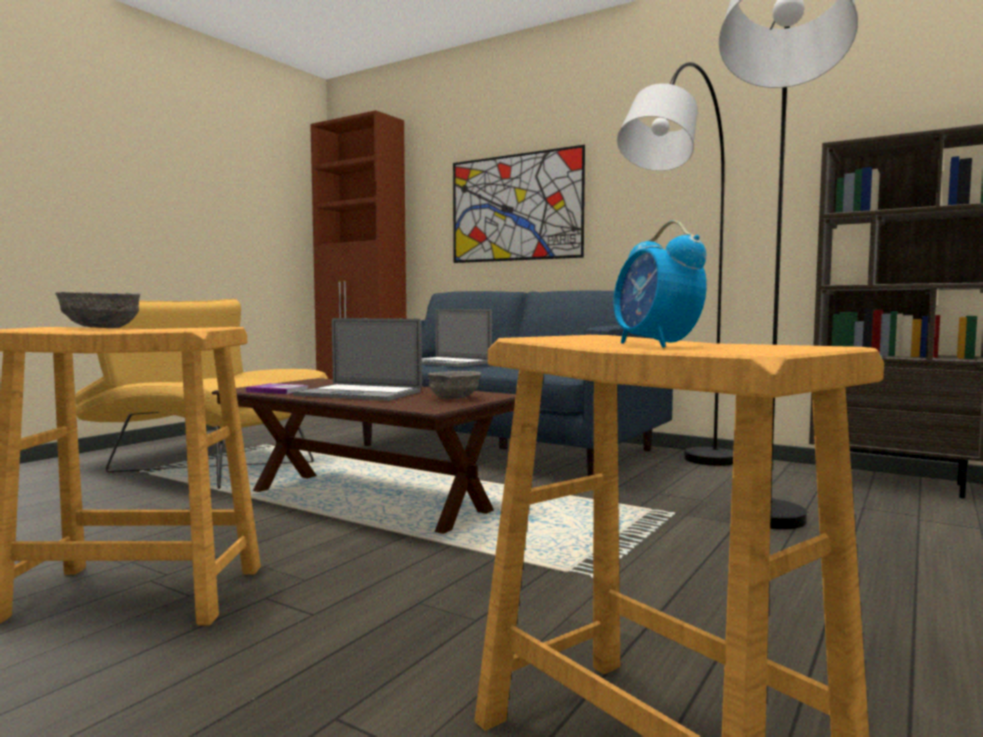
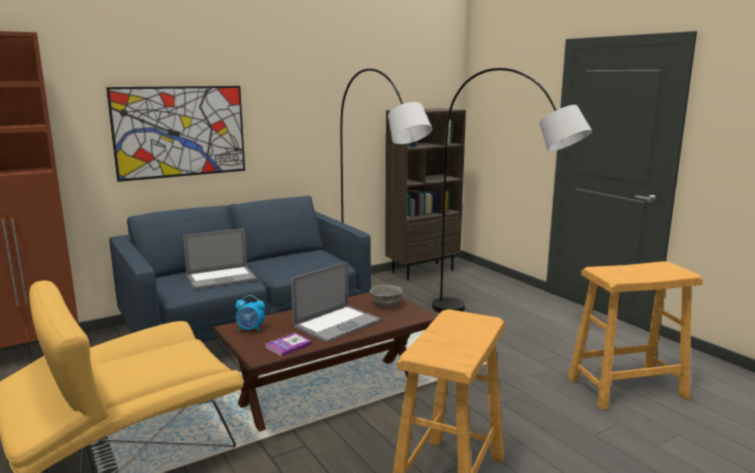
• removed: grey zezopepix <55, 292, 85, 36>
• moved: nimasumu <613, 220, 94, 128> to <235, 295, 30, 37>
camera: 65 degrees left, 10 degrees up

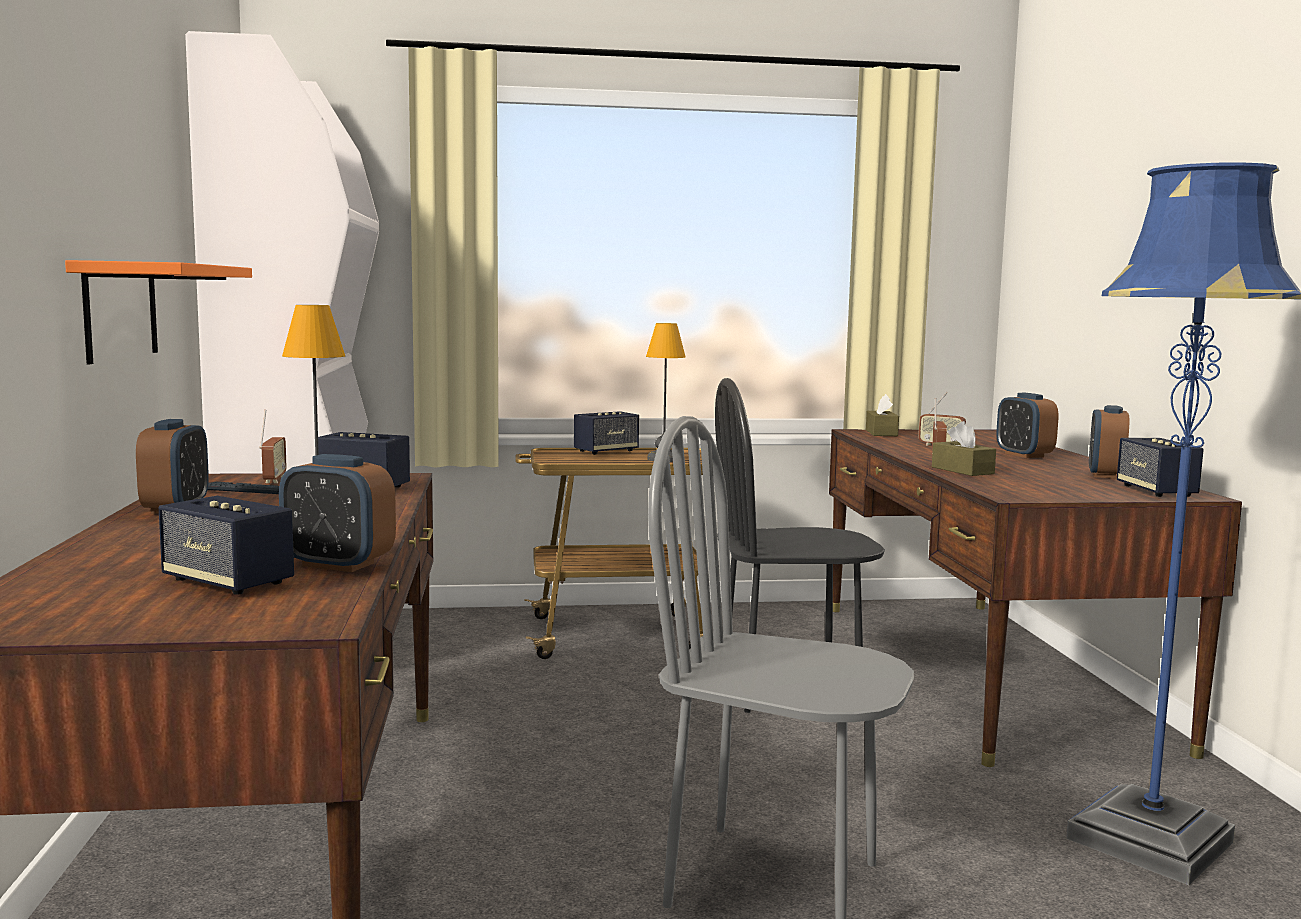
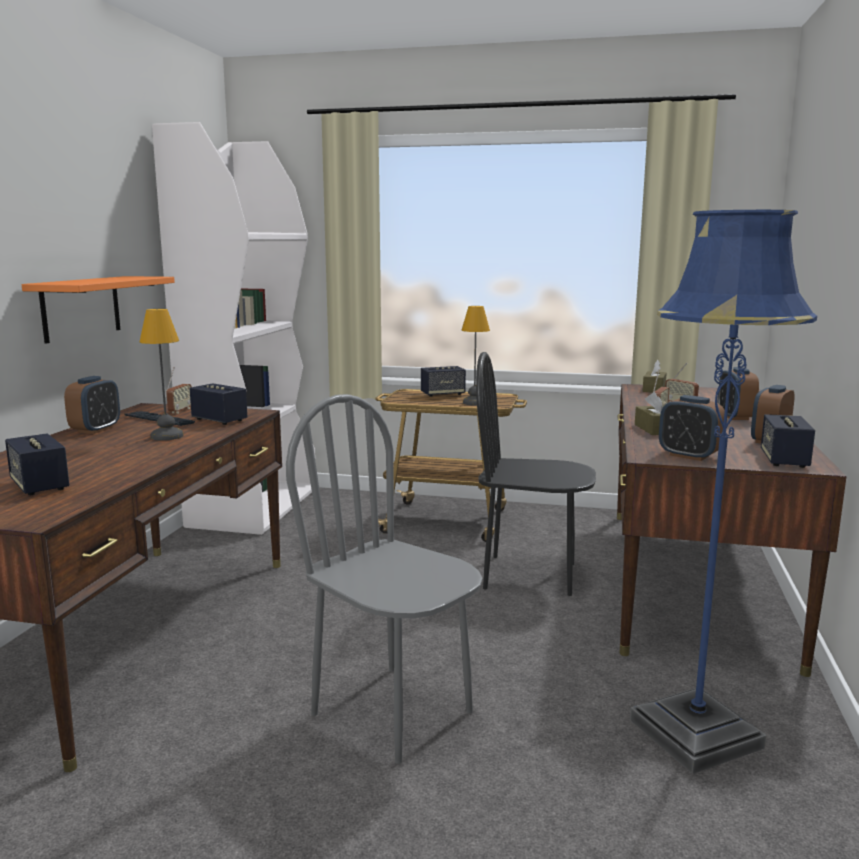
• moved: nimasumu <279, 454, 117, 118> to <659, 395, 66, 66>
camera: 20 degrees right, 5 degrees up

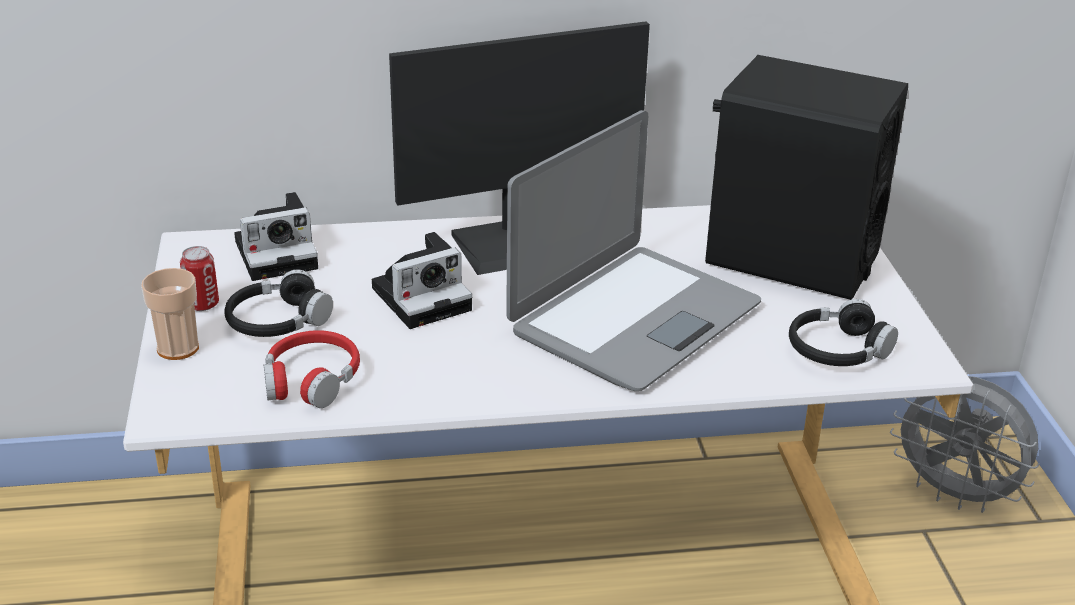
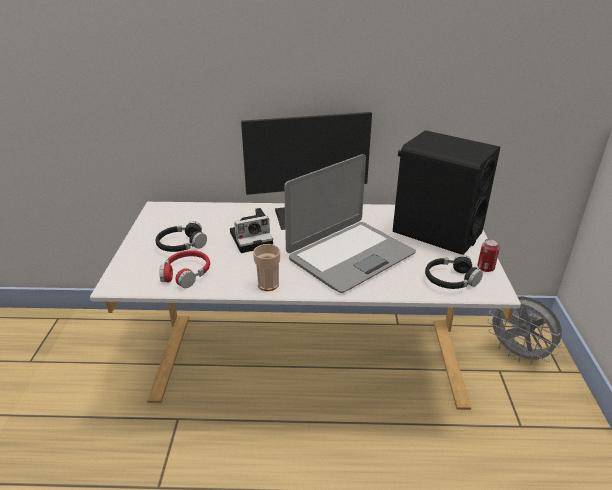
• moved: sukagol <141, 268, 58, 92> to <253, 244, 27, 47>
• moved: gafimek <180, 246, 39, 65> to <477, 239, 23, 33>
• removed: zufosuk <234, 192, 84, 89>
camera: 10 degrees right, 0 degrees up

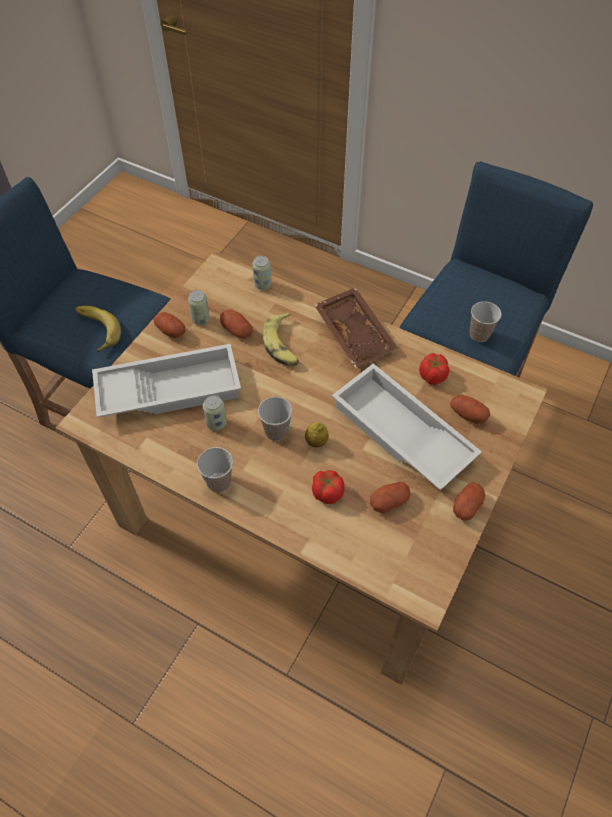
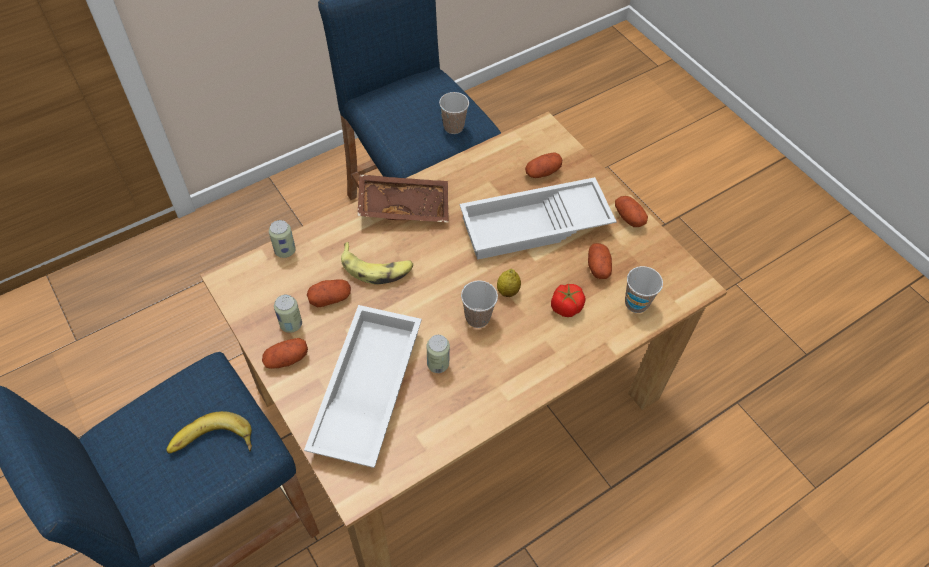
• moved: sukagol <197, 447, 36, 45> to <625, 266, 38, 47>
• removed: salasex <419, 353, 31, 32>
camera: 65 degrees left, 0 degrees up

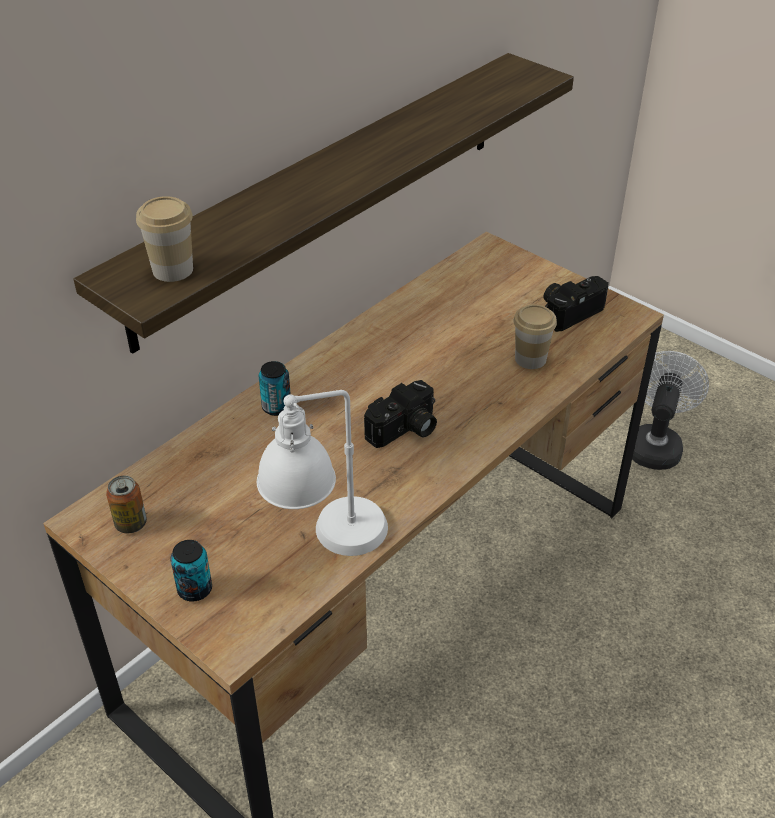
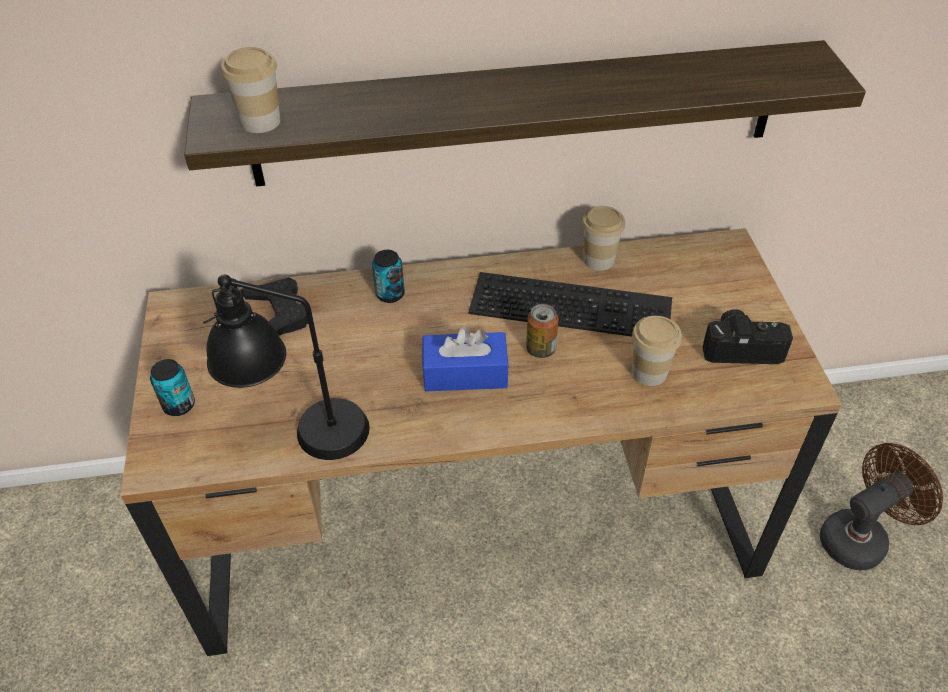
• moved: gafimek <106, 476, 41, 57> to <526, 304, 33, 54>
• recoloured: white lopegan <257, 390, 131, 166> to black lopegan <203, 274, 167, 186>
• replaced: zufosuk <364, 380, 73, 68> to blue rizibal <422, 327, 87, 64>
• recoloured: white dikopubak <632, 351, 77, 119> to brown dikopubak <820, 443, 123, 127>
• added: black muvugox <241, 277, 67, 59>
• added: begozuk <468, 272, 204, 65>
• added: sukagol <582, 206, 43, 65>
camera: 40 degrees right, 5 degrees up

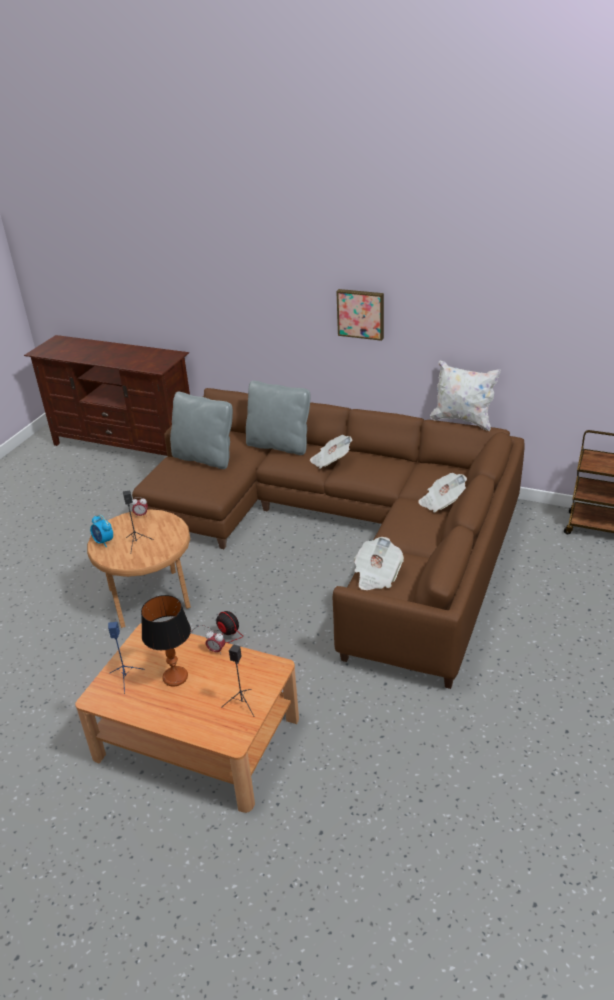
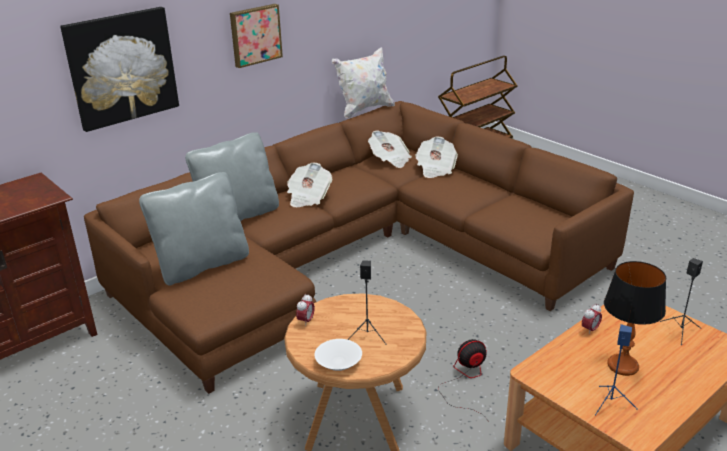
• replaced: nimasumu <90, 515, 23, 32> to white zezopepix <314, 339, 48, 32>
• moved: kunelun <354, 537, 50, 53> to <368, 130, 44, 38>
• added: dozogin <60, 7, 119, 125>
camera: 65 degrees left, 5 degrees down

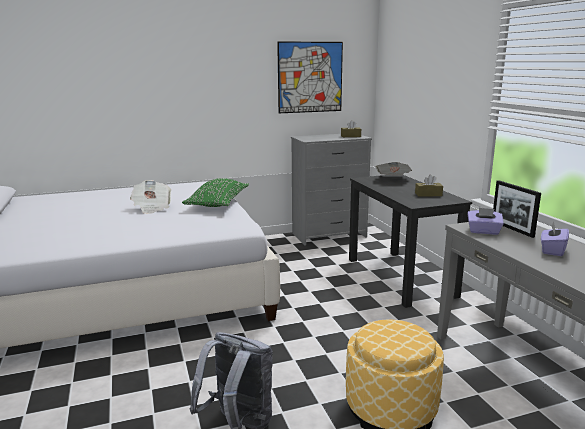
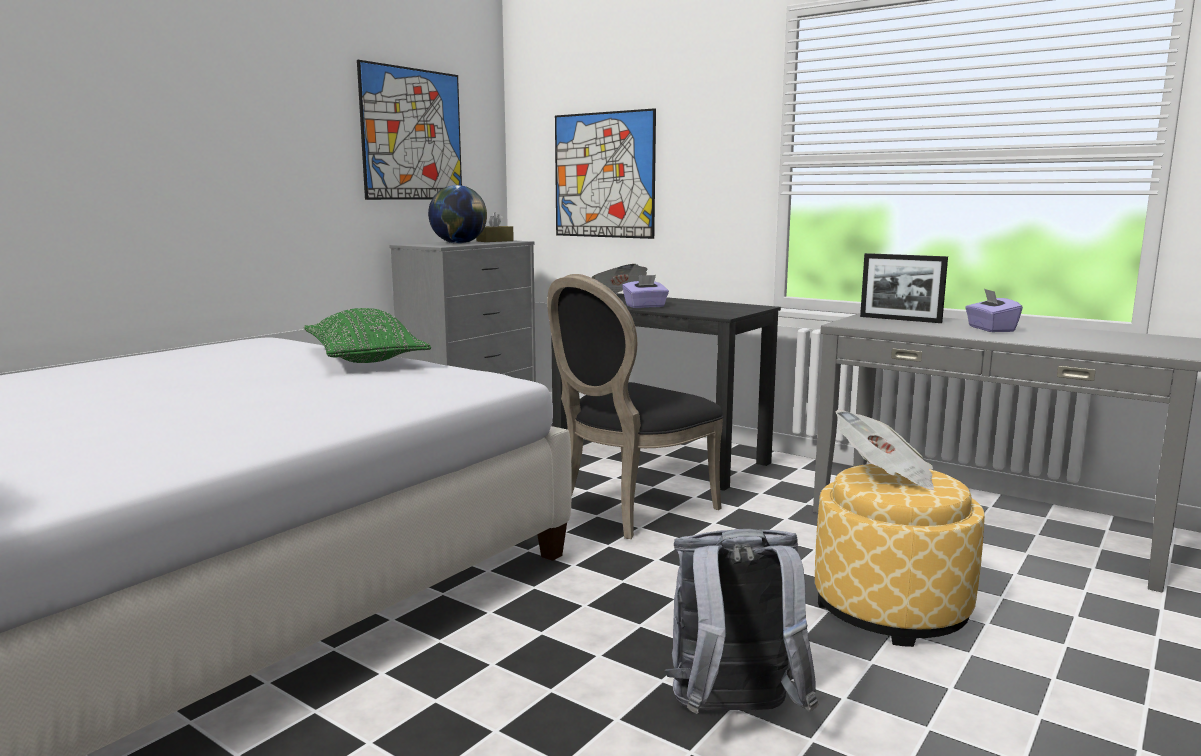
• moved: kunelun <130, 180, 41, 34> to <835, 410, 99, 80>
• removed: brown rizibal <415, 175, 28, 21>
• moved: purple rizibal <467, 208, 37, 27> to <622, 275, 47, 33>
• added: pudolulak <428, 185, 59, 59>
• added: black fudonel <547, 274, 176, 265>
• added: dozogin <555, 108, 101, 131>
camera: 35 degrees left, 5 degrees down

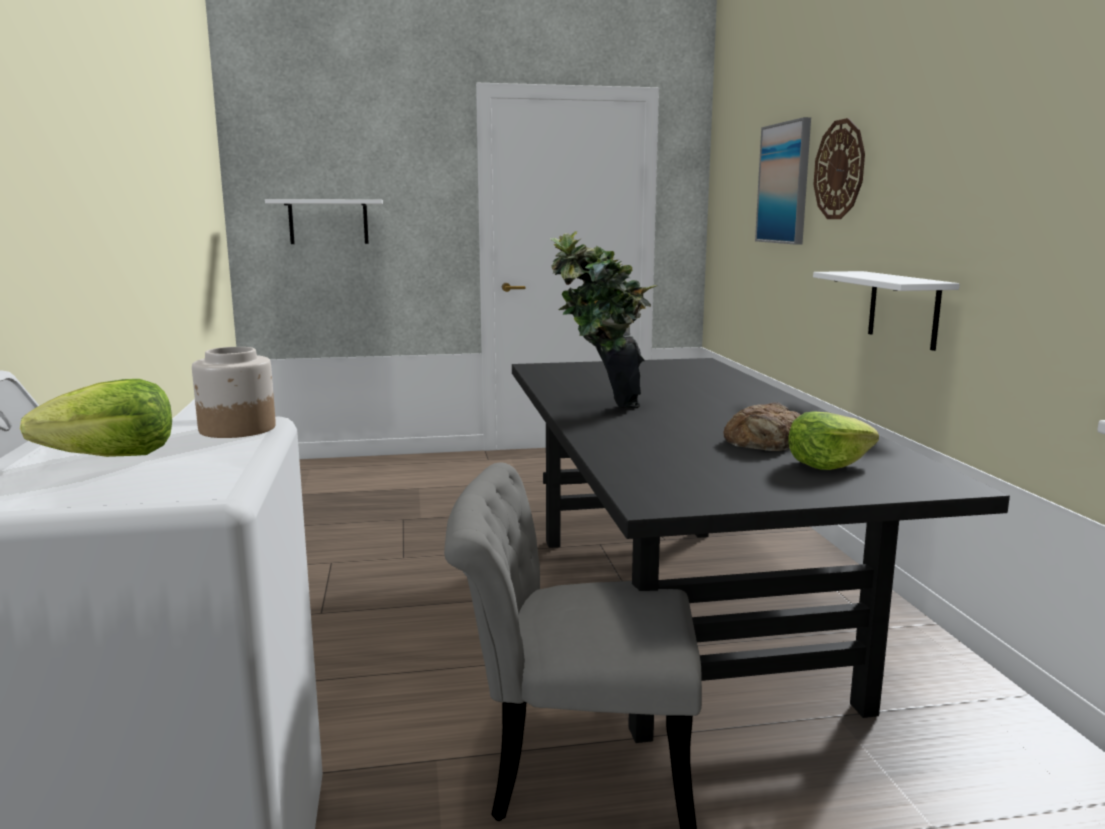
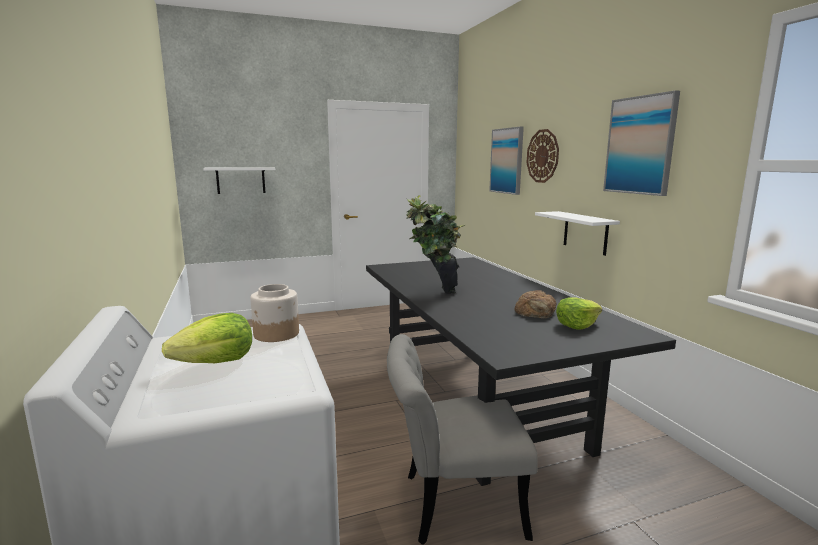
• added: dozogin <603, 90, 77, 106>
camera: 10 degrees left, 0 degrees up

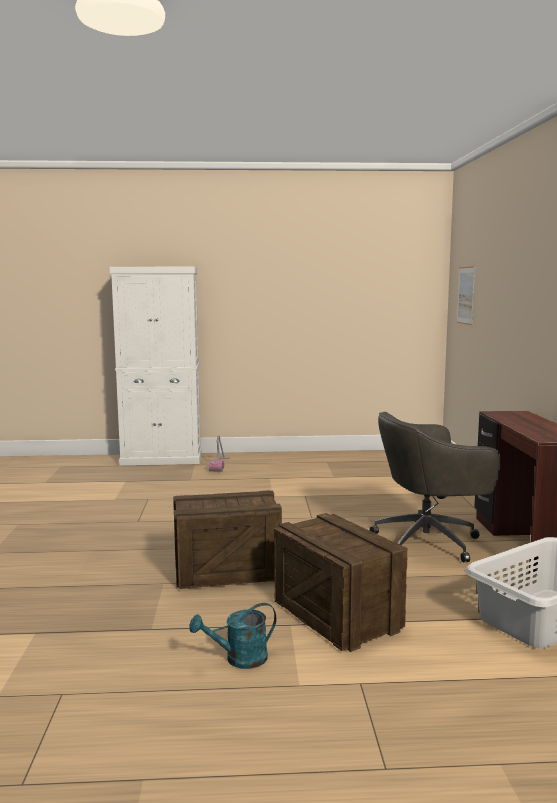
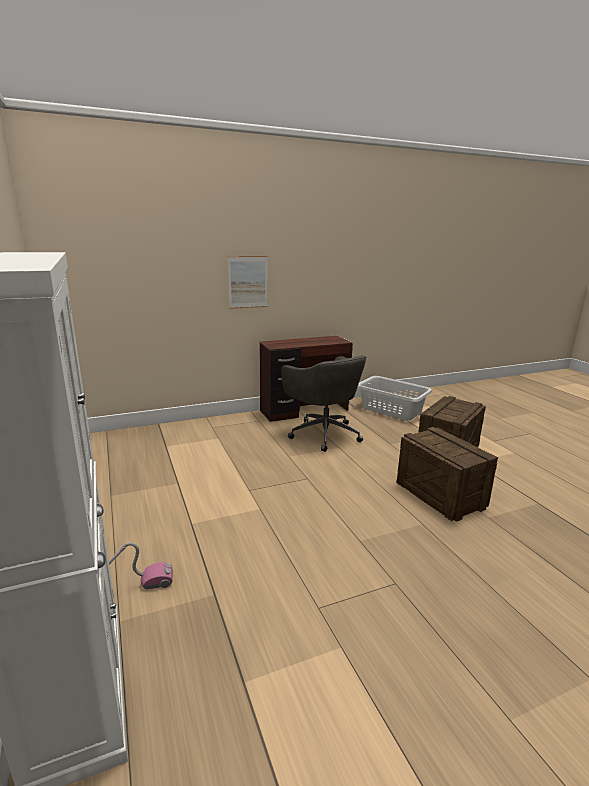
• removed: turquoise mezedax <190, 603, 87, 66>
• moved: dozogin <457, 266, 18, 59> to <228, 256, 40, 53>
camera: 110 degrees left, 10 degrees up

